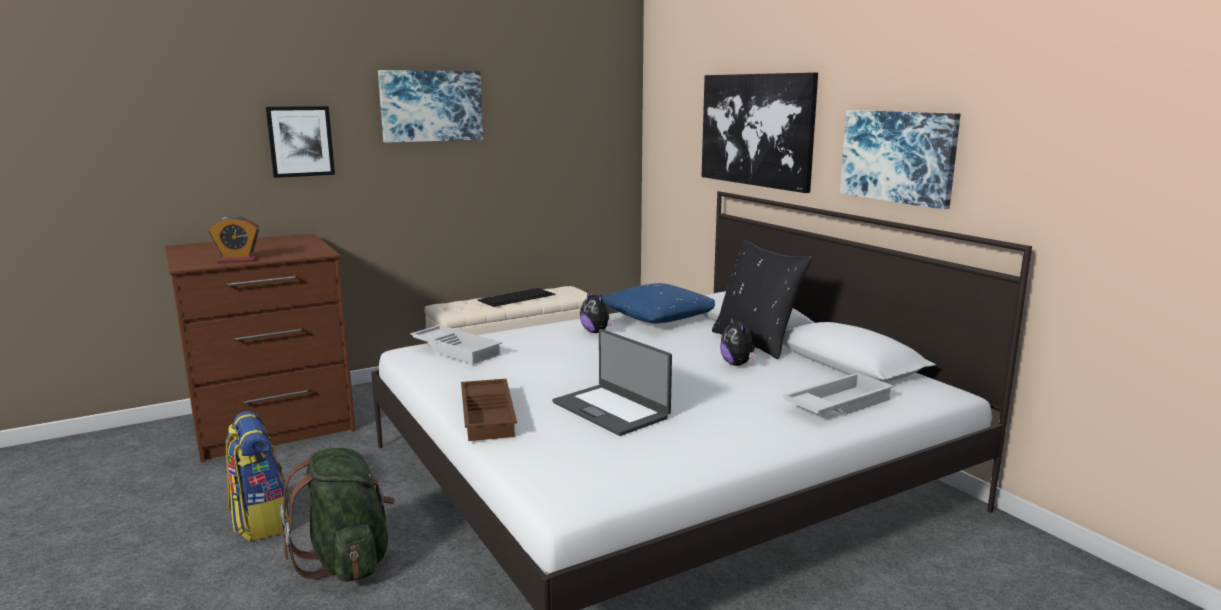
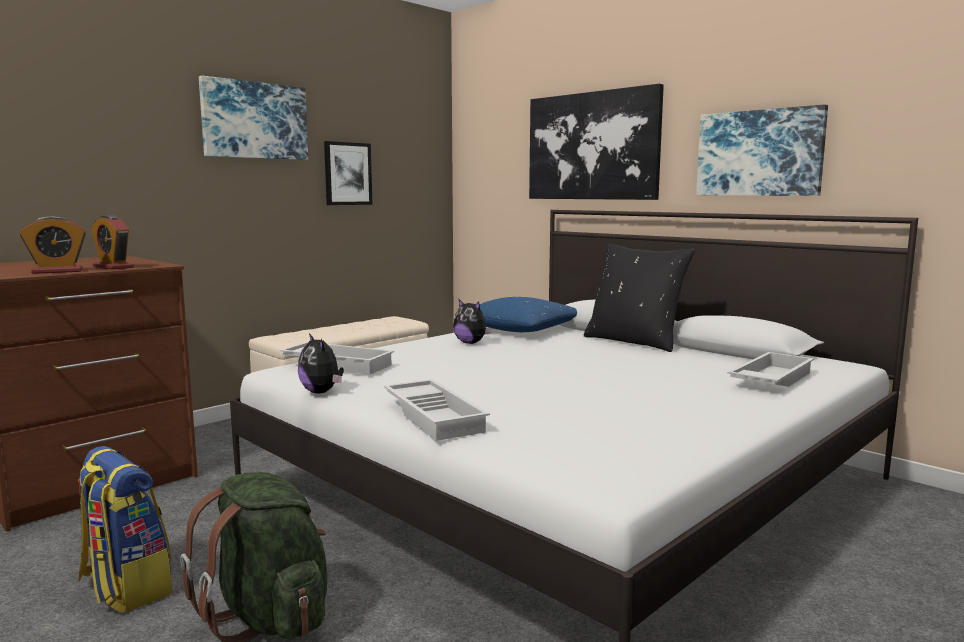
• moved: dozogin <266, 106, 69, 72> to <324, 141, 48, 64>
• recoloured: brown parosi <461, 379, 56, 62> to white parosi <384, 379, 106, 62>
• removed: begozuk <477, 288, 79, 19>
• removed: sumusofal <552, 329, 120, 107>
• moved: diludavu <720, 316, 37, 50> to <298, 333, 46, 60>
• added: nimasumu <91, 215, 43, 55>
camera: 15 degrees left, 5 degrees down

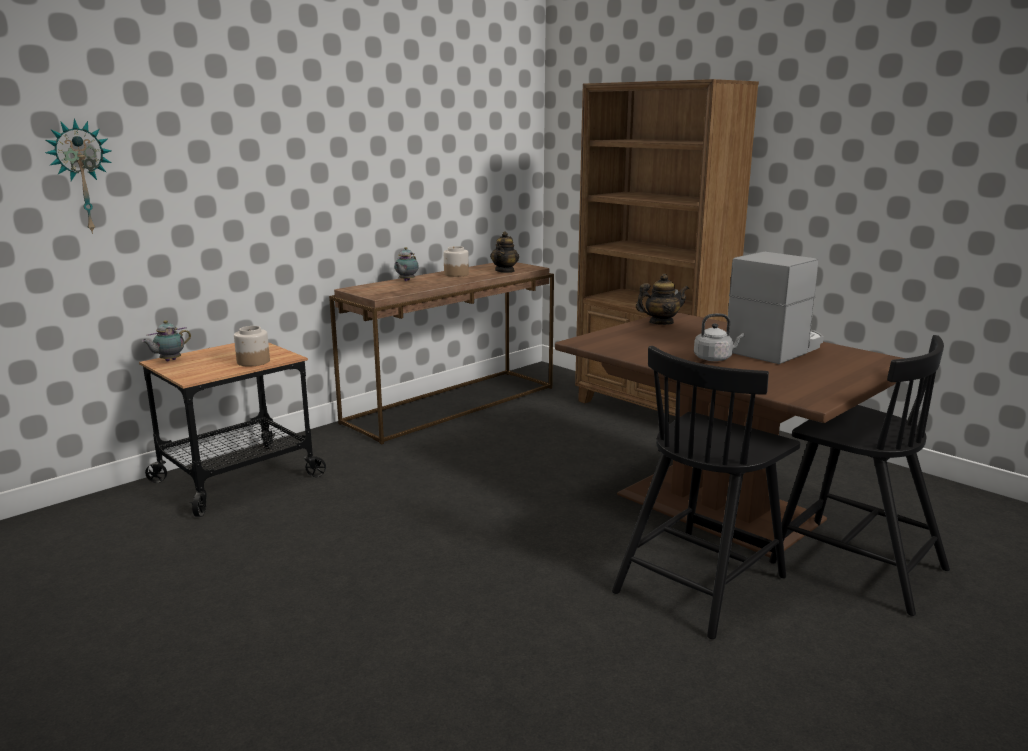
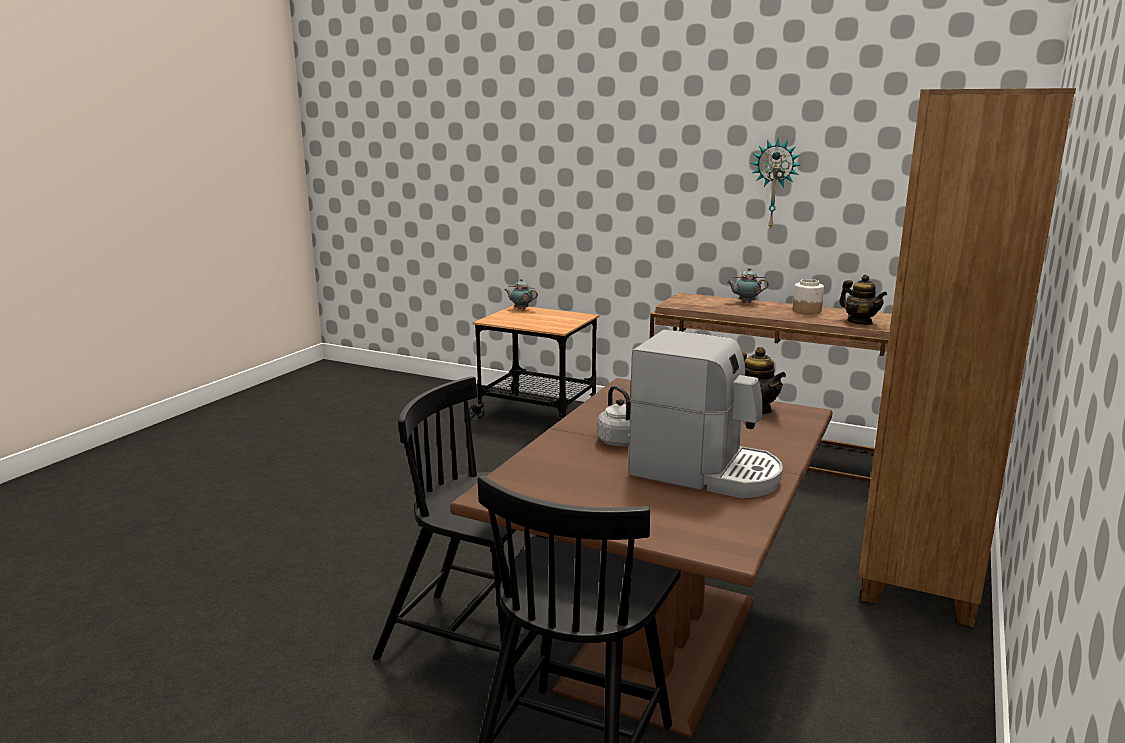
• moved: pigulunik <45, 119, 66, 115> to <751, 139, 50, 91>
• removed: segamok <234, 326, 36, 41>
• turned: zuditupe <490, 231, 29, 42> = <839, 275, 48, 50> 120 degrees counterclockwise
camera: 70 degrees right, 0 degrees up

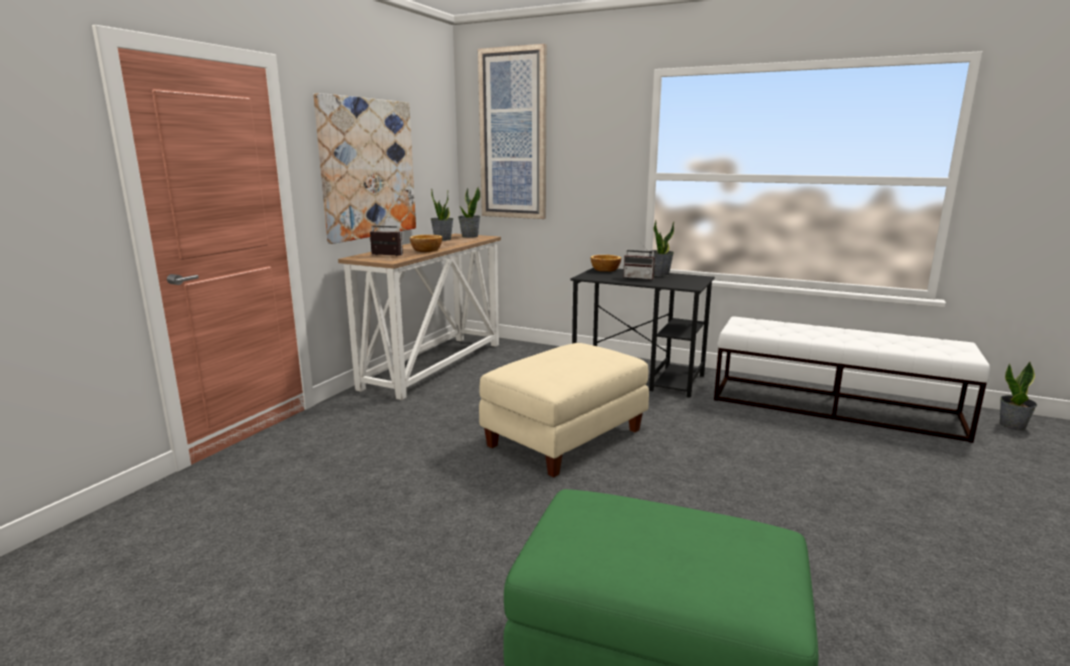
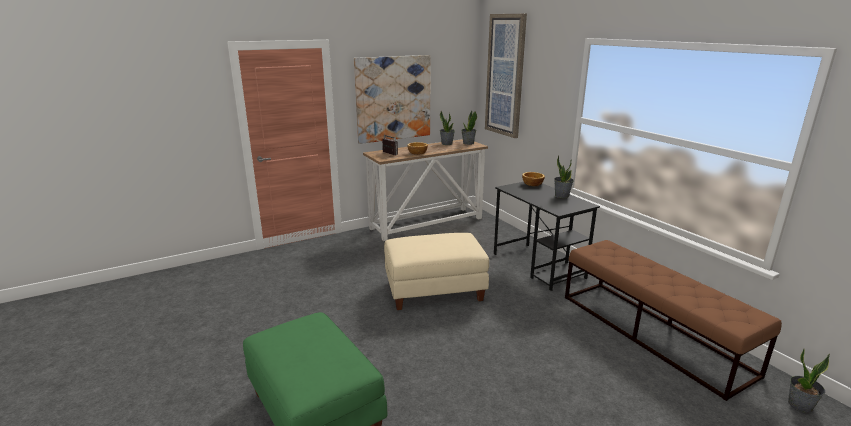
• removed: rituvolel <623, 241, 33, 39>
• recoloured: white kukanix <714, 316, 276, 127> to brown kukanix <565, 240, 217, 161>
camera: 35 degrees right, 5 degrees up

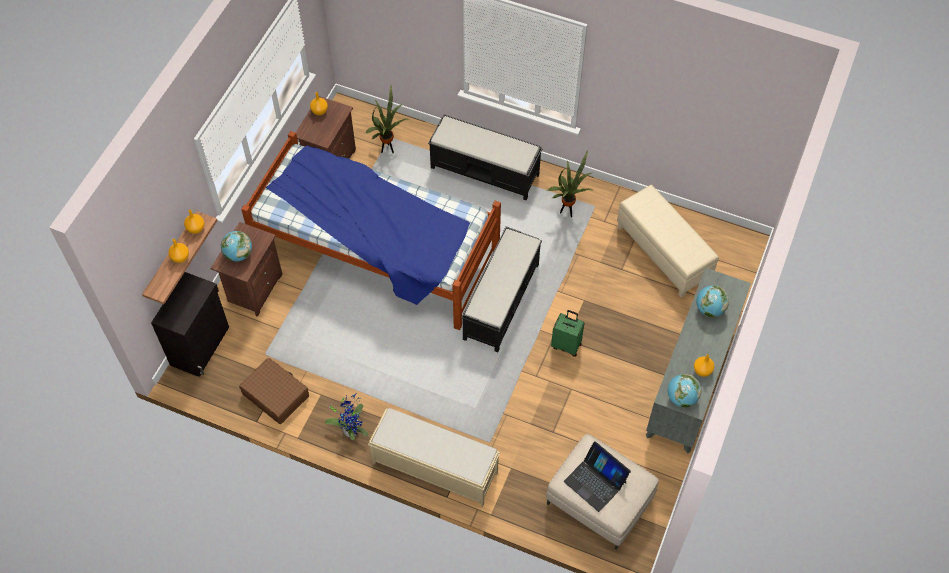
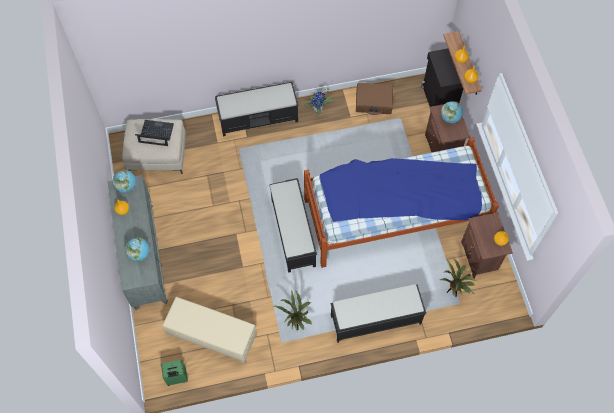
• recoloured: beige kukanix <368, 408, 132, 100> to black kukanix <215, 82, 84, 54>
• moved: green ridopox <551, 310, 34, 47> to <161, 360, 27, 26>
camera: 145 degrees right, 5 degrees up

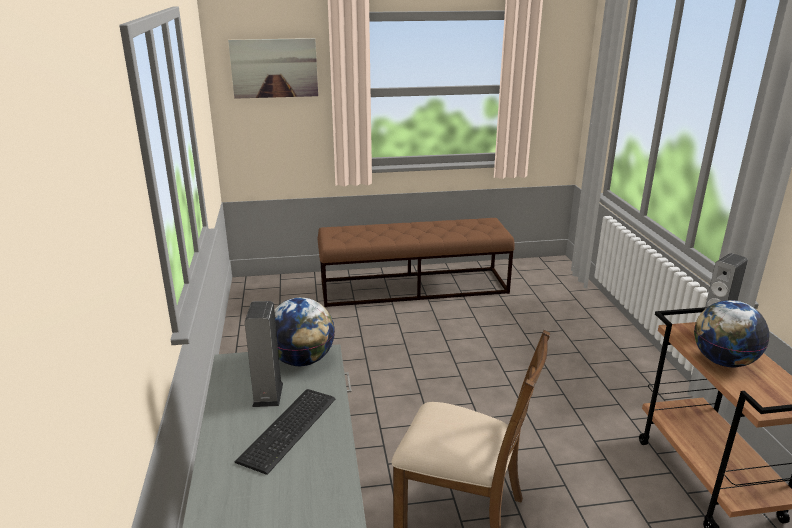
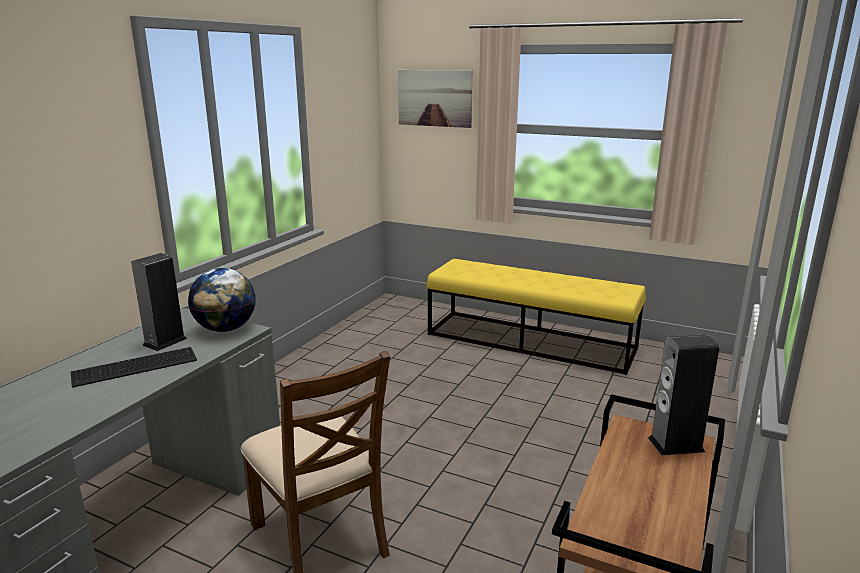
• recoloured: brown kukanix <317, 218, 198, 89> to yellow kukanix <427, 259, 219, 116>
• removed: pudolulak <694, 300, 75, 67>
camera: 35 degrees right, 5 degrees down

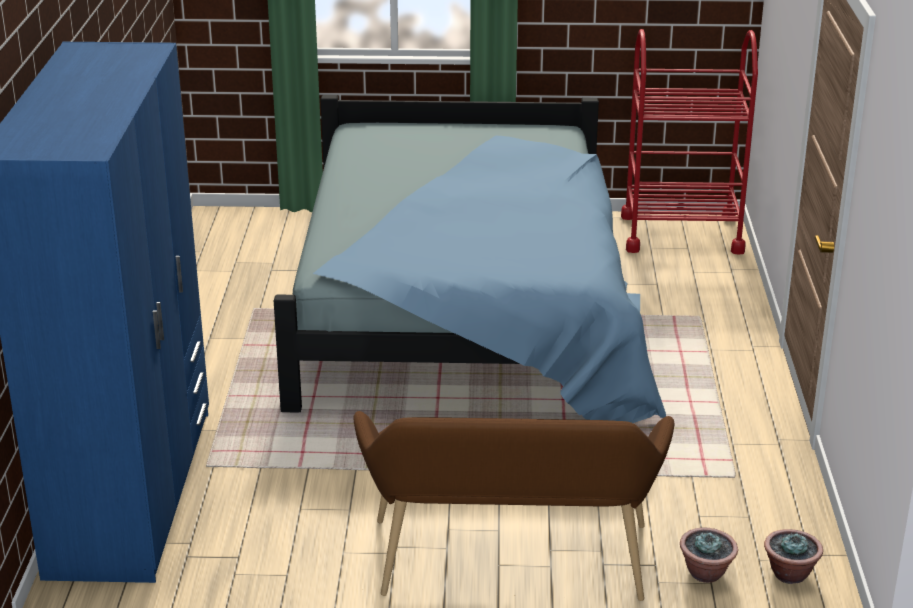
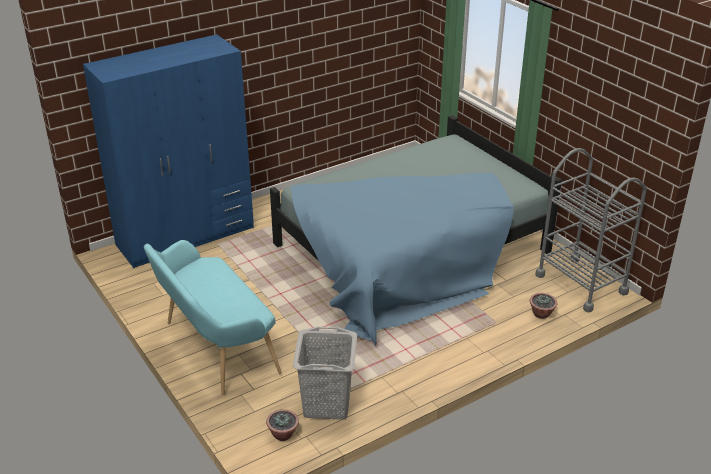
• recoloured: brown kukanix <353, 411, 322, 190> to turquoise kukanix <144, 240, 138, 155>
• recoloured: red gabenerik <621, 29, 137, 226> to grey gabenerik <535, 148, 112, 165>
• moved: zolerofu <680, 528, 58, 55> to <530, 293, 28, 26>
• added: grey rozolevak <293, 327, 64, 93>
camera: 55 degrees right, 5 degrees up

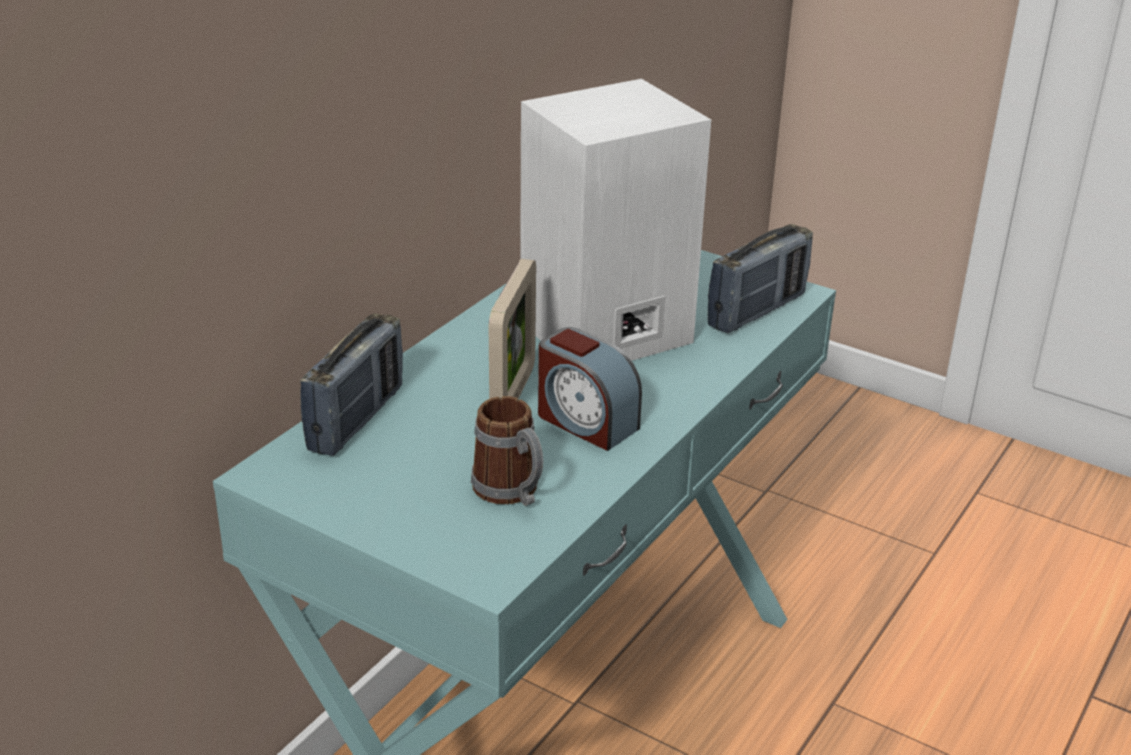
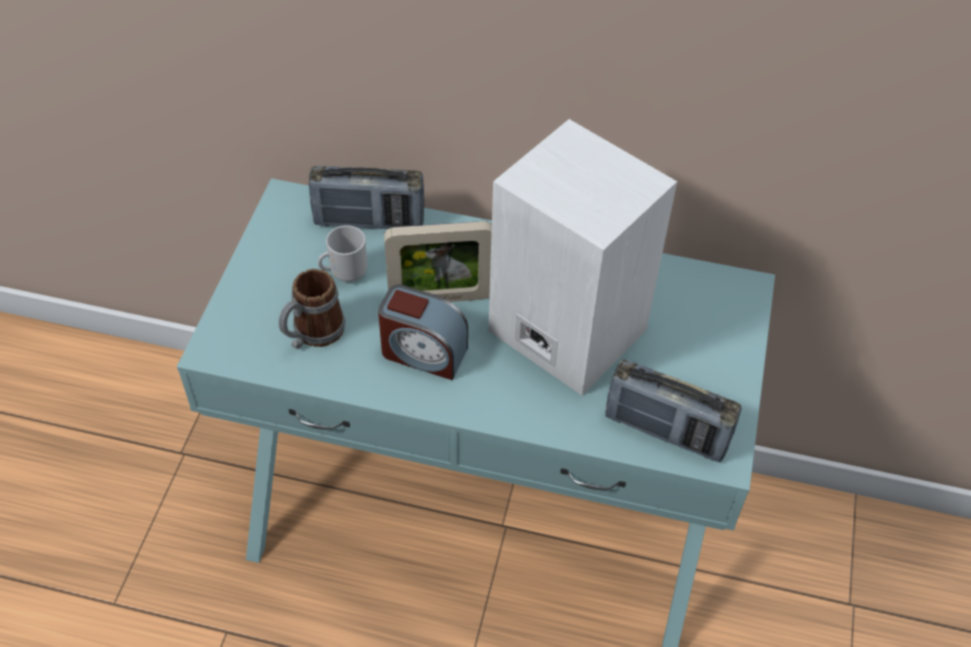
• turned: nimasumu <538, 327, 104, 124> = <378, 285, 90, 95> 90 degrees counterclockwise
• added: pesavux <318, 225, 49, 57>
camera: 70 degrees right, 20 degrees up

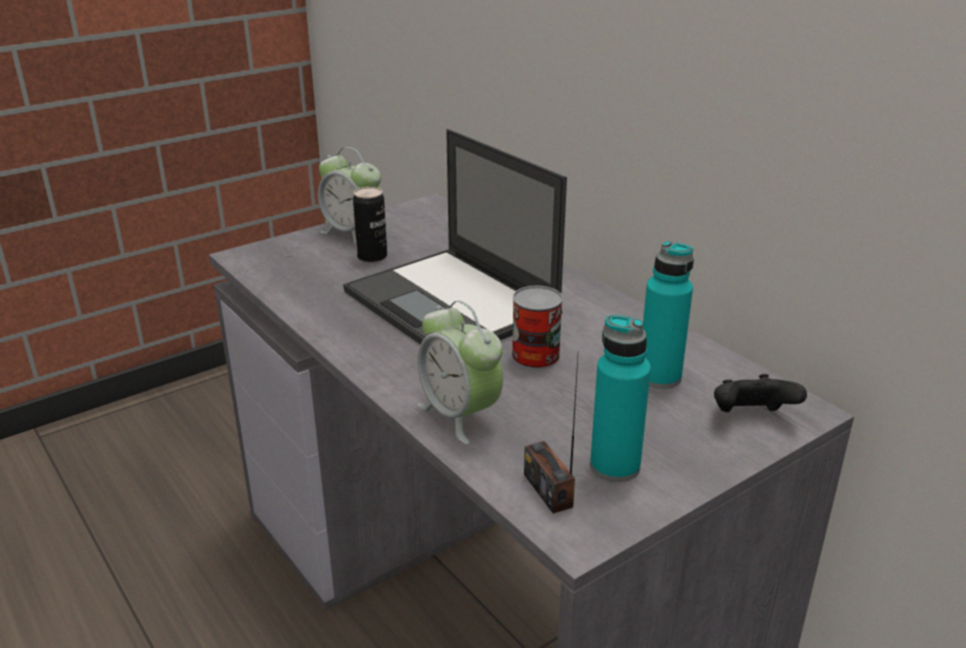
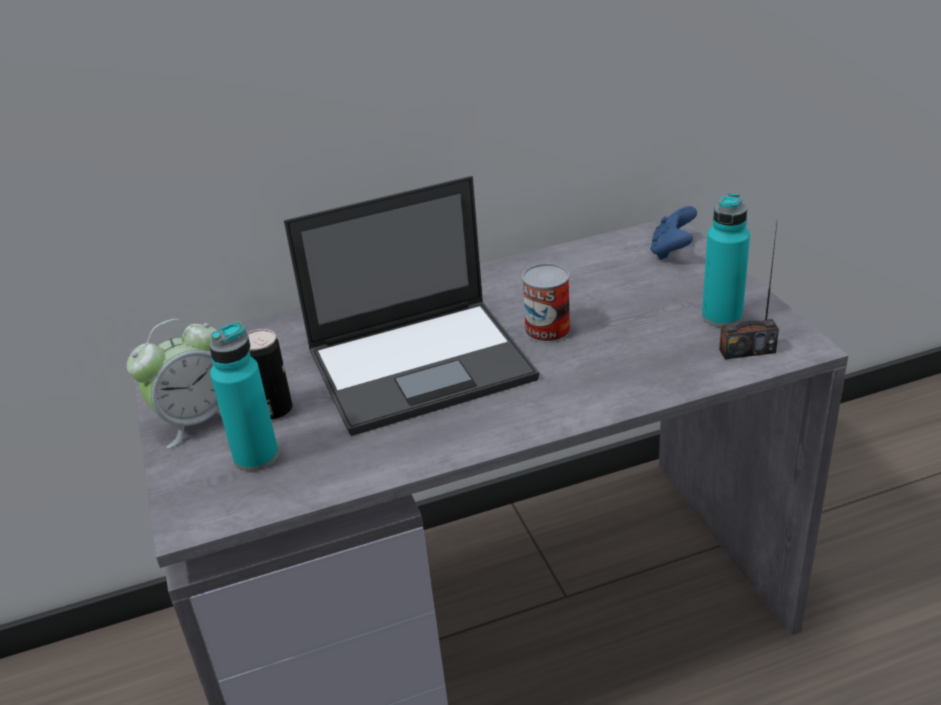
• removed: nimasumu <417, 300, 86, 144>
• moved: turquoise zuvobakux <643, 241, 51, 148> to <210, 322, 69, 149>
• recoloured: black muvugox <714, 374, 93, 38> to blue muvugox <650, 206, 47, 54>
camera: 70 degrees left, 5 degrees up

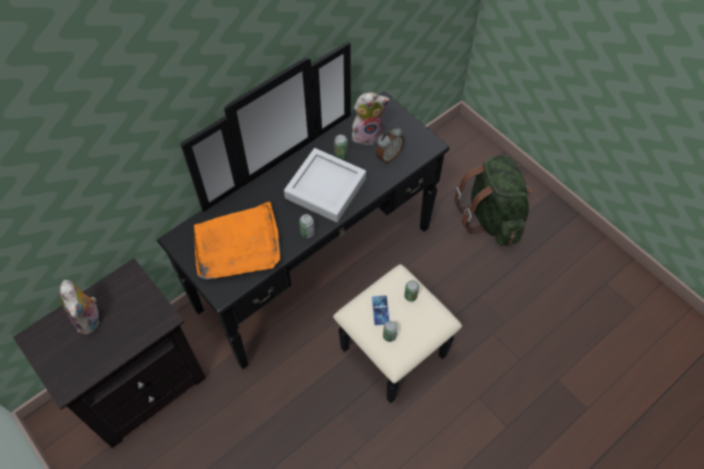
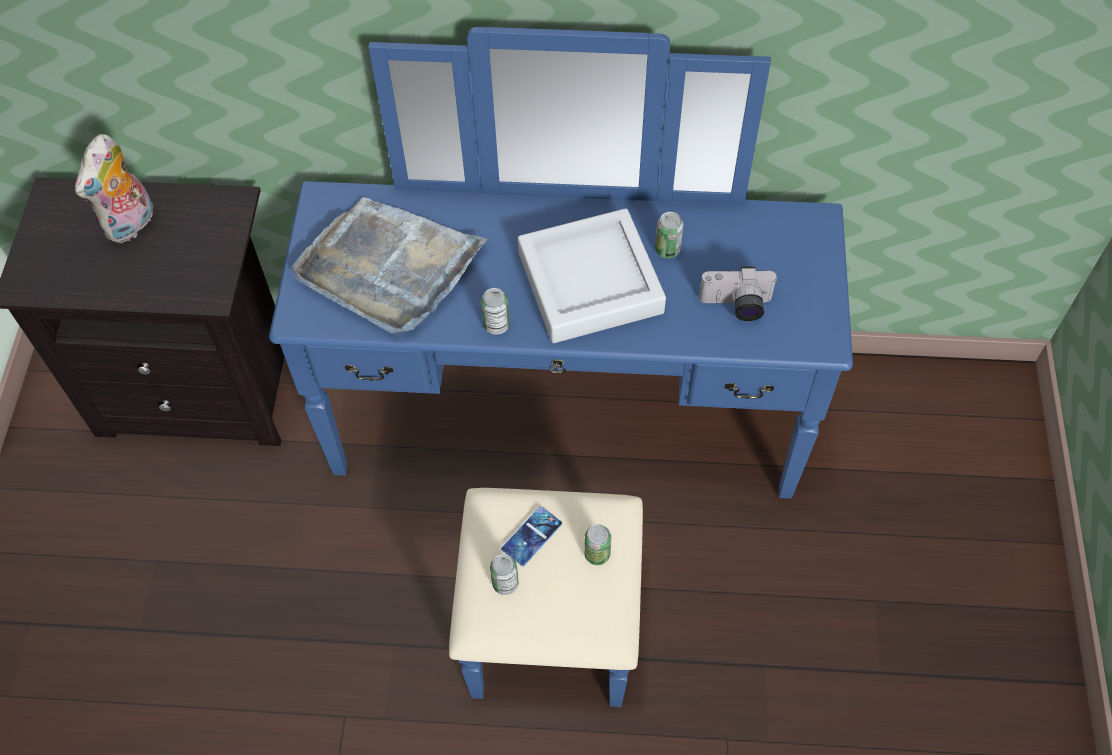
• recoloured: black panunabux <157, 41, 305, 362> to blue panunabux <269, 27, 584, 680>
• recoloured: orange parosi <194, 202, 86, 77> to grey parosi <291, 197, 196, 137>
• removed: diludavu <352, 92, 38, 53>
• replaced: nimasumu <376, 126, 28, 38> to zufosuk <699, 266, 78, 55>
• removed: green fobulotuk <454, 155, 78, 91>
camera: 45 degrees right, 0 degrees up

